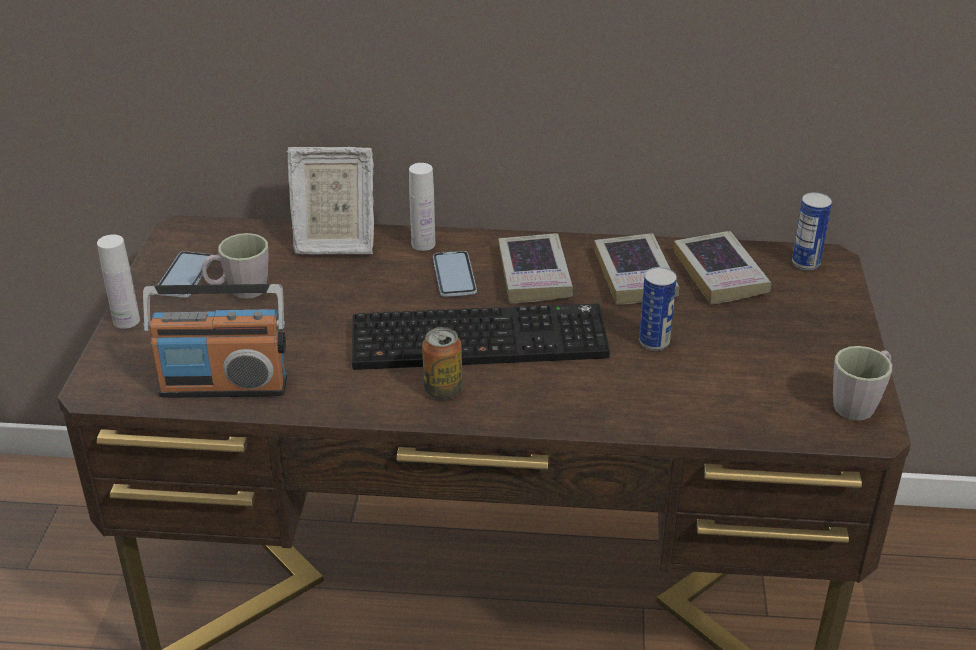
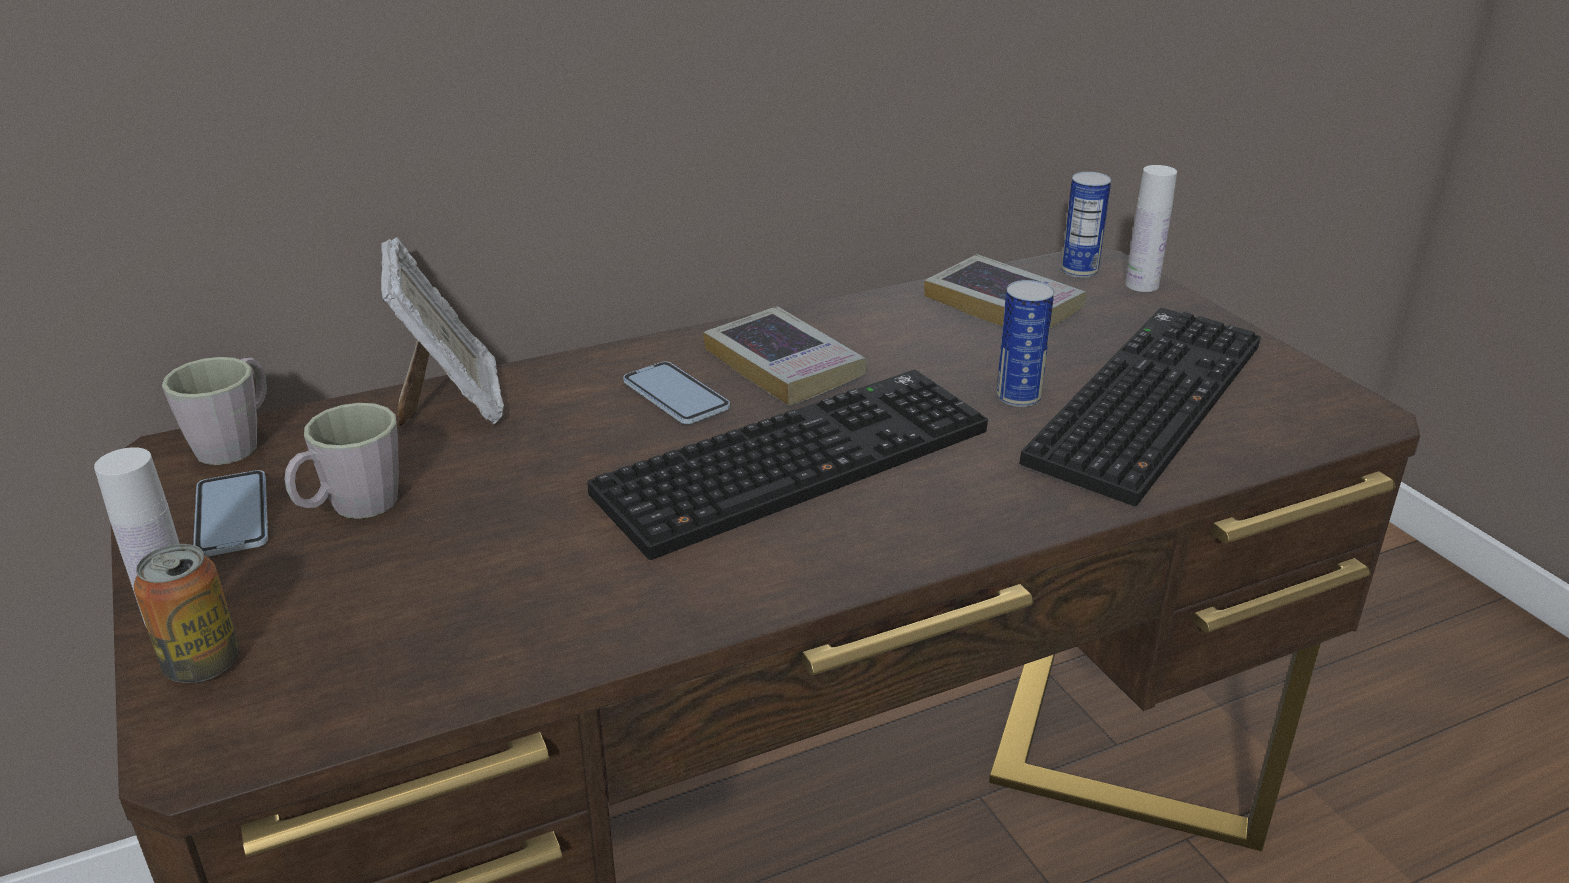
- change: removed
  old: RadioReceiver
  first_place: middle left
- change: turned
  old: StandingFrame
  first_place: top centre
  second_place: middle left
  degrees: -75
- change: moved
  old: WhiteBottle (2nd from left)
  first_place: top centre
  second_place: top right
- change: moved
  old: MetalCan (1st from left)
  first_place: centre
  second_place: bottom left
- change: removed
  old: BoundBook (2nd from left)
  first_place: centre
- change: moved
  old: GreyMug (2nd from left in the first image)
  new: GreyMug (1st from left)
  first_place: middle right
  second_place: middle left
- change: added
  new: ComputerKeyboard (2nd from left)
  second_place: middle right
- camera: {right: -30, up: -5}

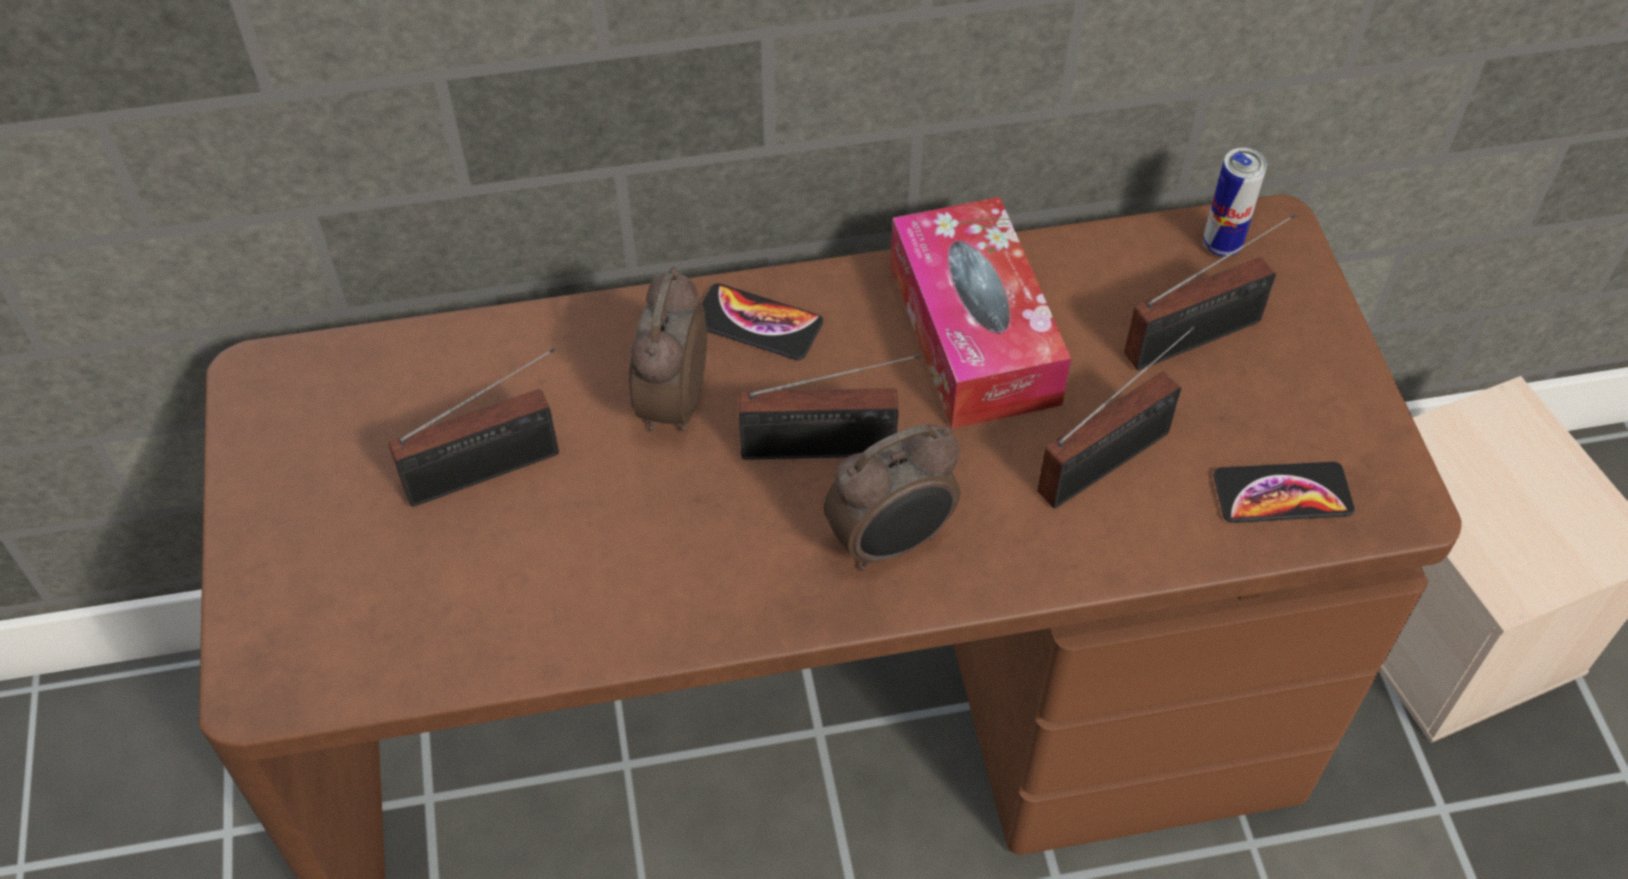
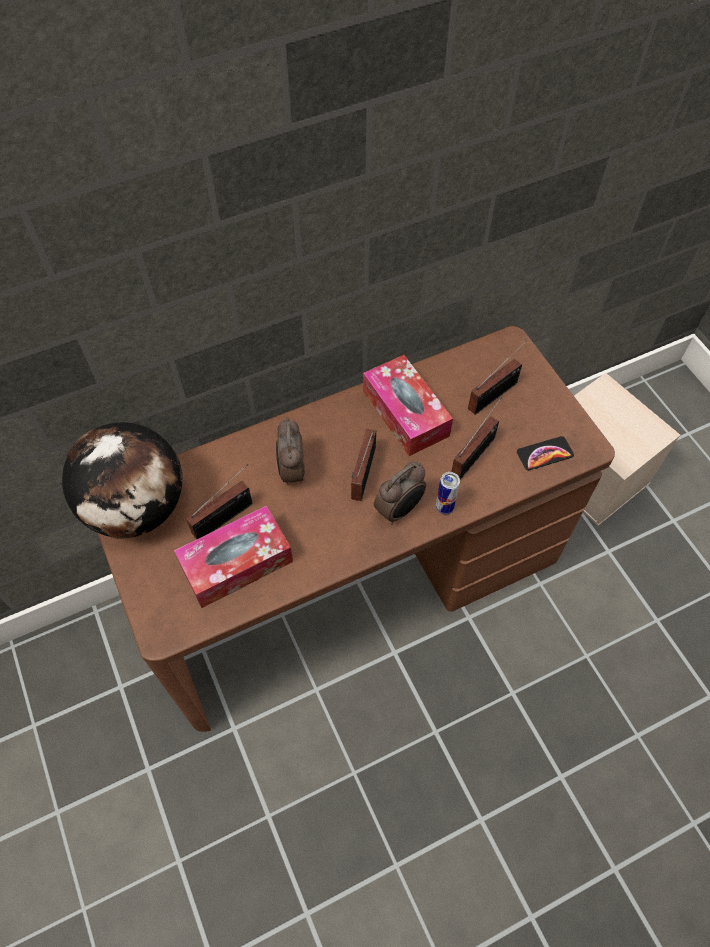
- change: removed
  old: Telephone (1st from left)
  first_place: centre
- change: turned
  old: RadioReceiver (2nd from left)
  first_place: centre
  second_place: centre
  degrees: 120
- change: moved
  old: MetalCan
  first_place: top right
  second_place: centre
- change: added
  new: WorldGlobe
  second_place: middle left
- change: added
  new: BoxOfTissues (1st from left)
  second_place: middle left
- camera: {right: -15, up: 5}

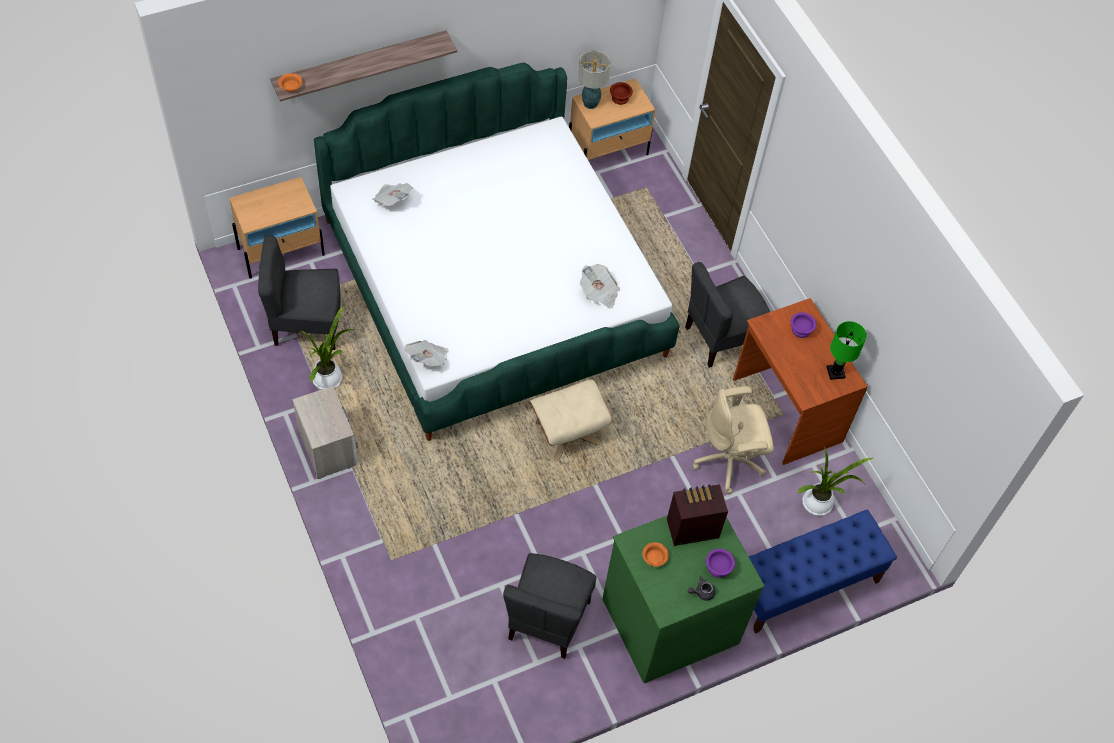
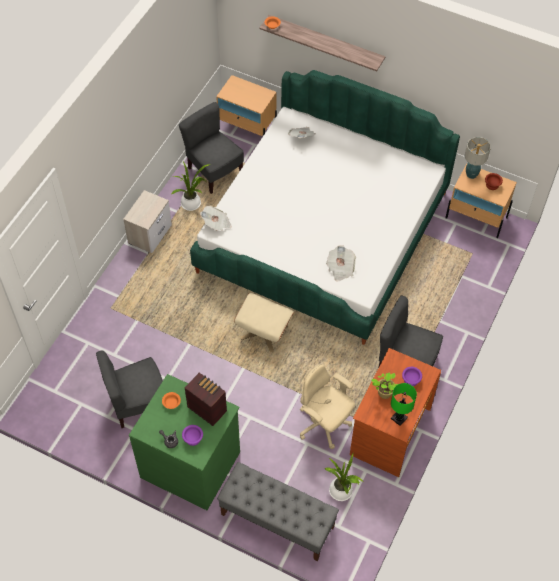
- change: recoloured
  old: BlueColouredBench
  new: GreyBench
  first_place: bottom right
  second_place: bottom centre
- change: added
  new: PottedPlant (3rd from left)
  second_place: middle right
- camera: {right: 55, up: 0}

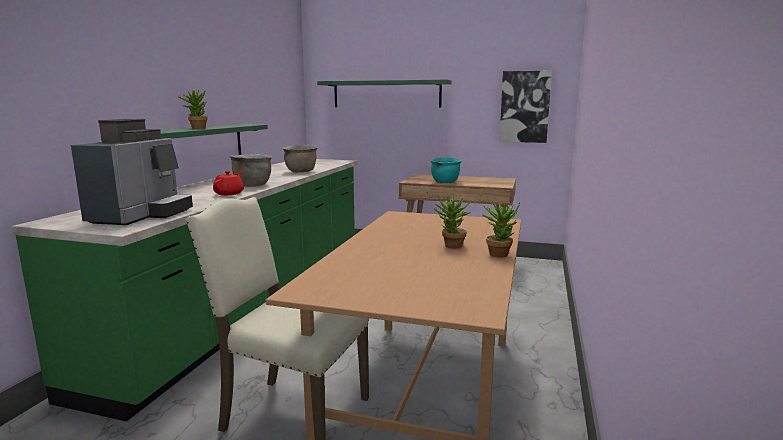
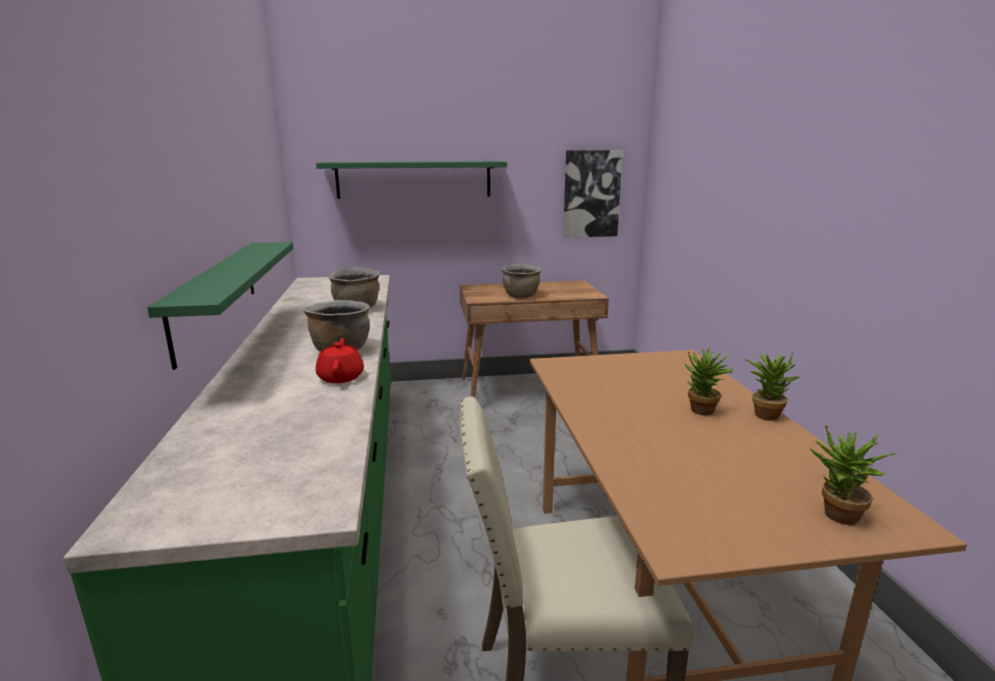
- change: removed
  old: CoffeeMachine
  first_place: middle left
- change: moved
  old: PottedPlant (1st from left in the first image)
  new: PottedPlant (3rd from left)
  first_place: top left
  second_place: bottom right
- change: recoloured
  old: BlueGreenCookingPot
  new: BrownCookingPot (3rd from left)
  first_place: centre
  second_place: centre
- camera: {right: -25, up: 5}

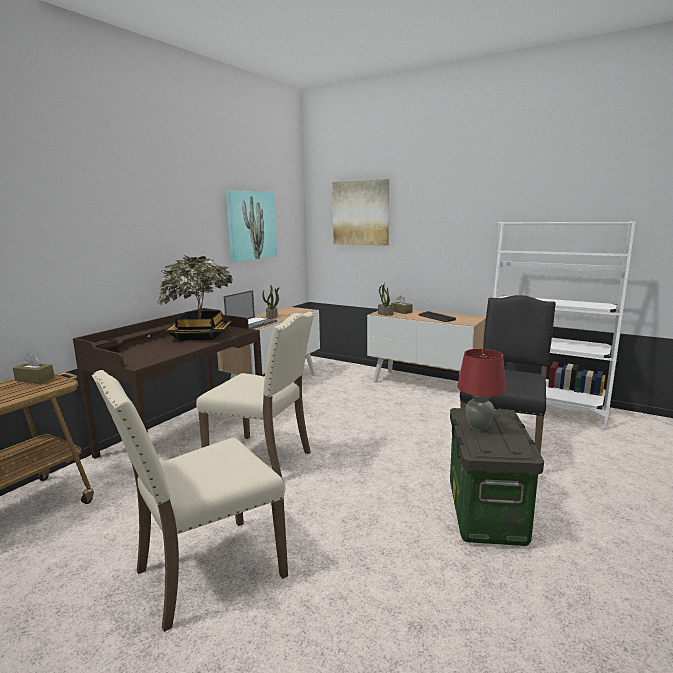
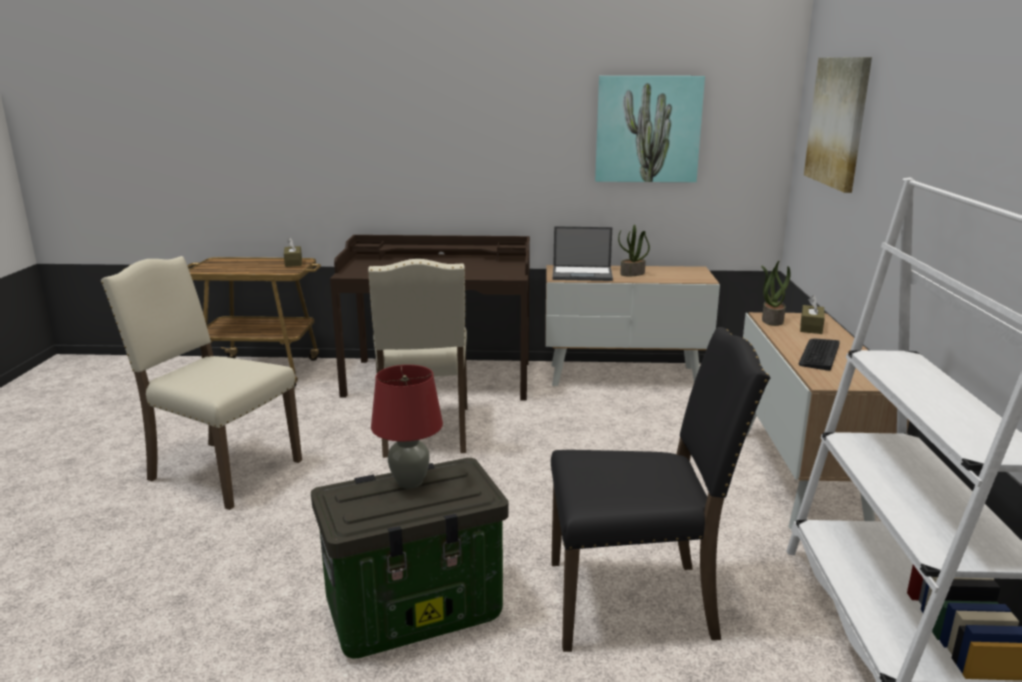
- change: removed
  old: PottedPlant (1st from left)
  first_place: middle left
- camera: {right: 60, up: 5}

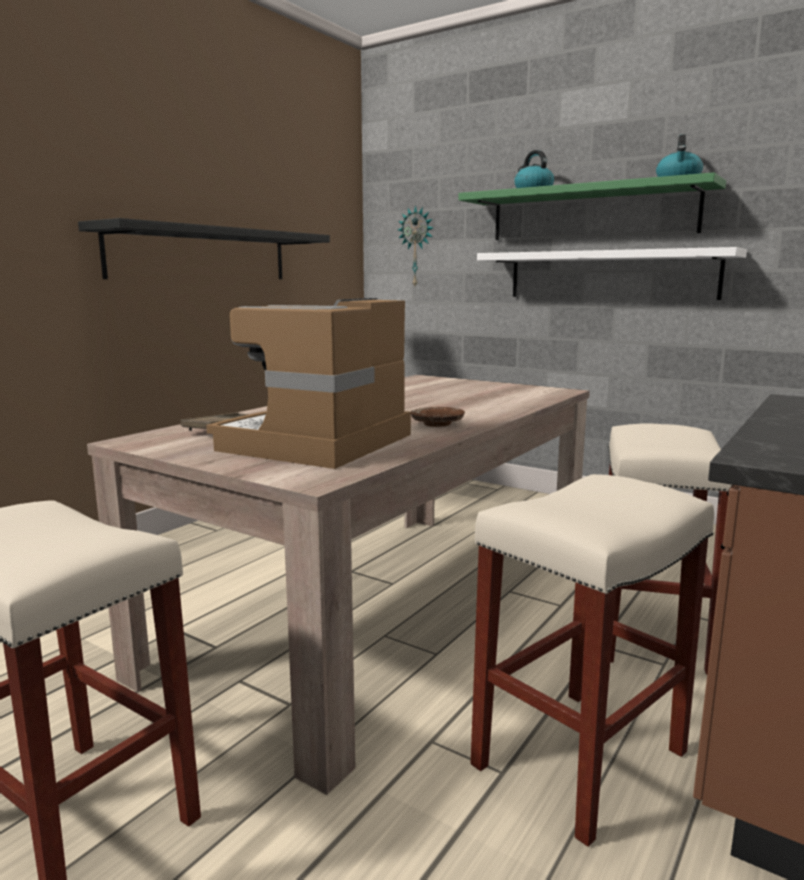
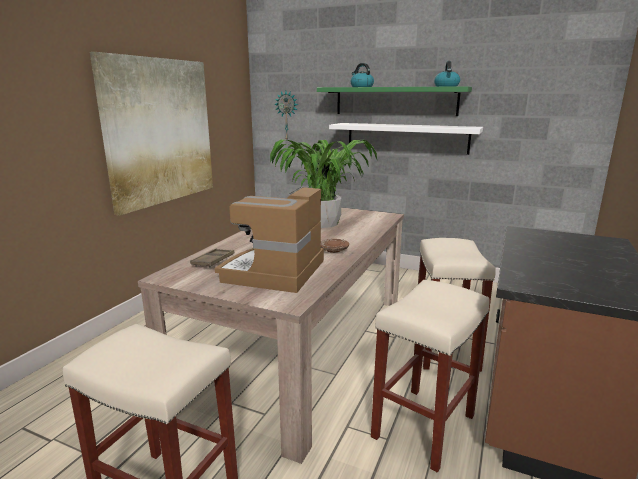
- change: replaced
  old: BlackColouredWallShelf
  new: Picture
  first_place: top left
  second_place: top left
- change: added
  new: PottedPlant
  second_place: centre
- camera: {right: -10, up: 5}

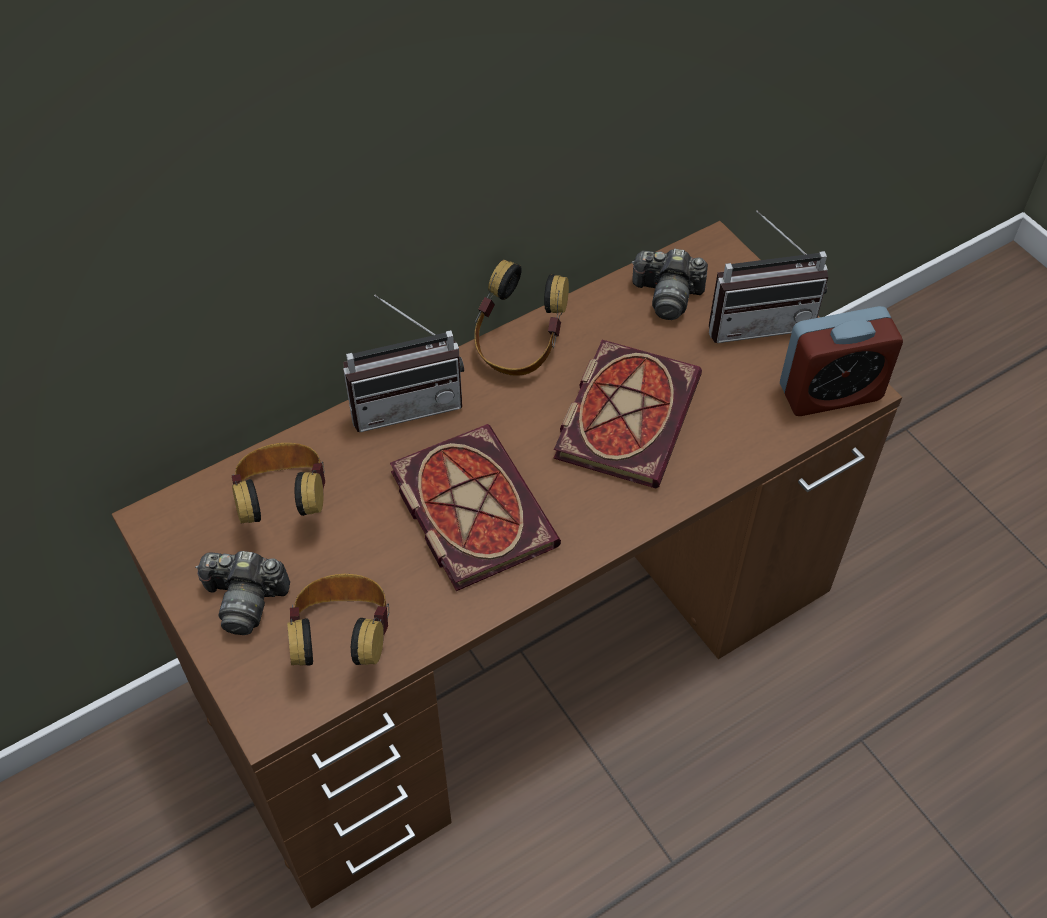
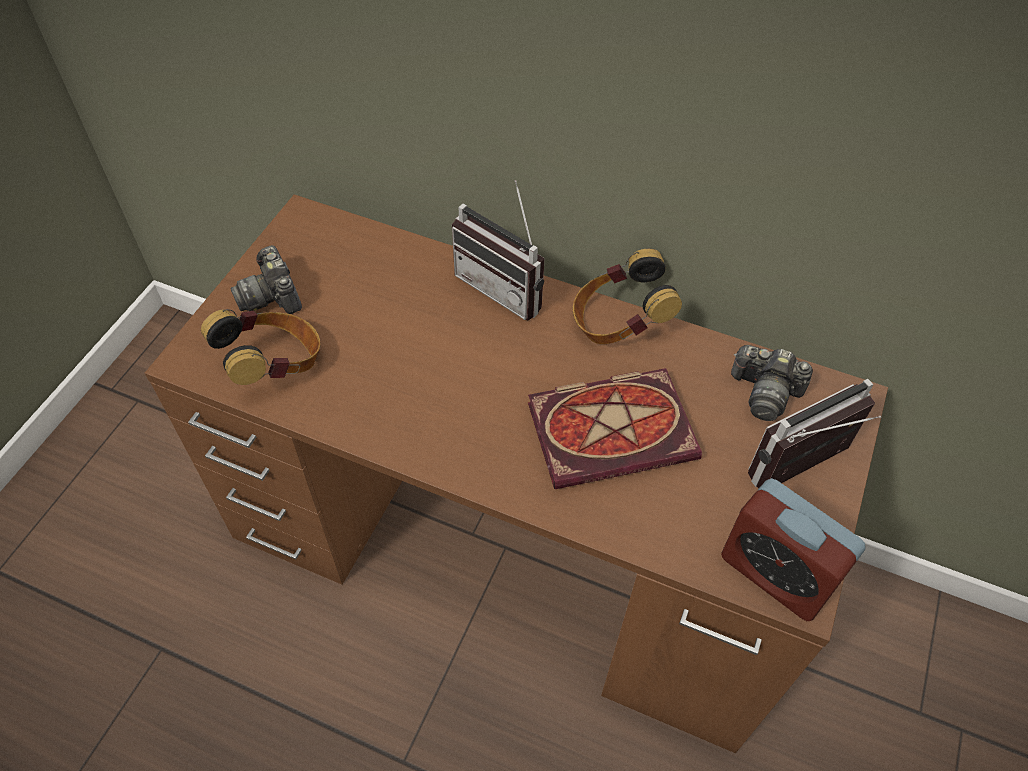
- change: removed
  old: Headphones (1st from left)
  first_place: middle left
- change: removed
  old: BoundBook (1st from left)
  first_place: centre
- change: turned
  old: PhotoCamera (2nd from left)
  first_place: top centre
  second_place: middle right
  degrees: -45
- change: turned
  old: RadioReceiver (2nd from left)
  first_place: top right
  second_place: middle right
  degrees: 105
- camera: {right: 55, up: 0}

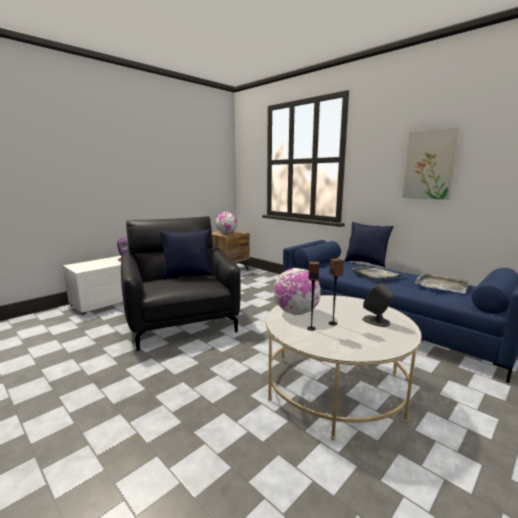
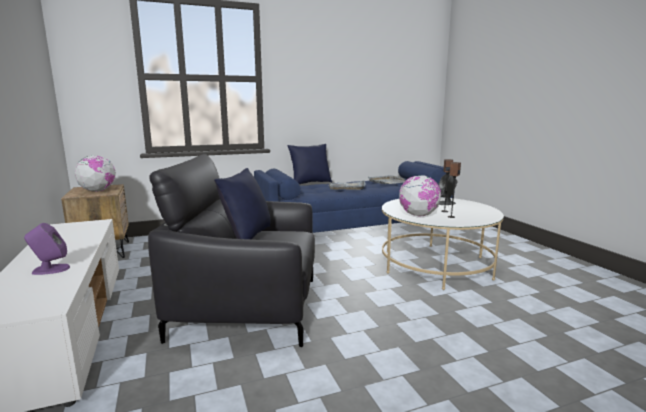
- change: removed
  old: Picture
  first_place: top right
- camera: {right: -65, up: 0}

